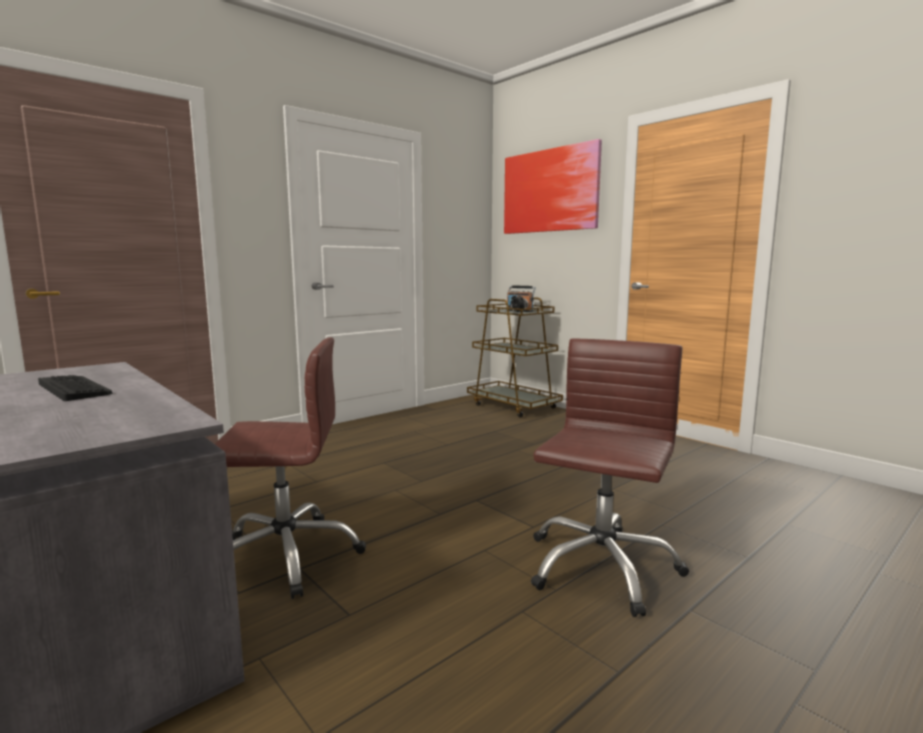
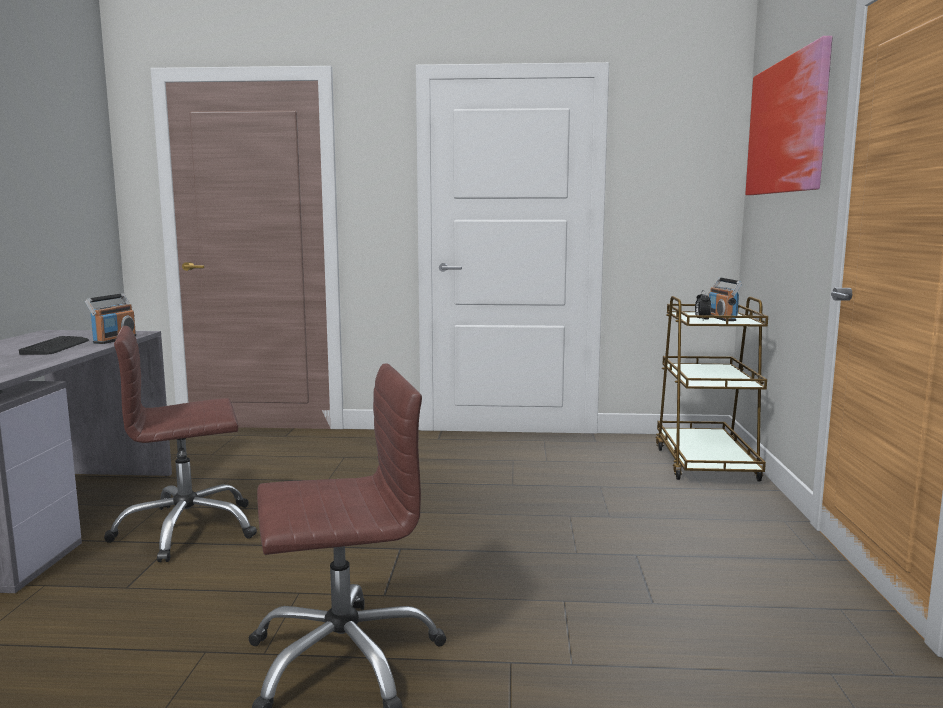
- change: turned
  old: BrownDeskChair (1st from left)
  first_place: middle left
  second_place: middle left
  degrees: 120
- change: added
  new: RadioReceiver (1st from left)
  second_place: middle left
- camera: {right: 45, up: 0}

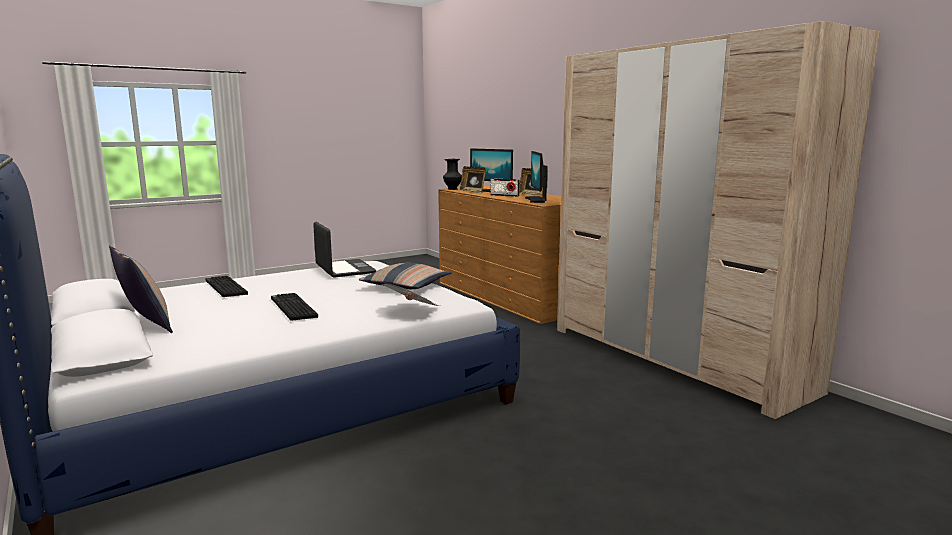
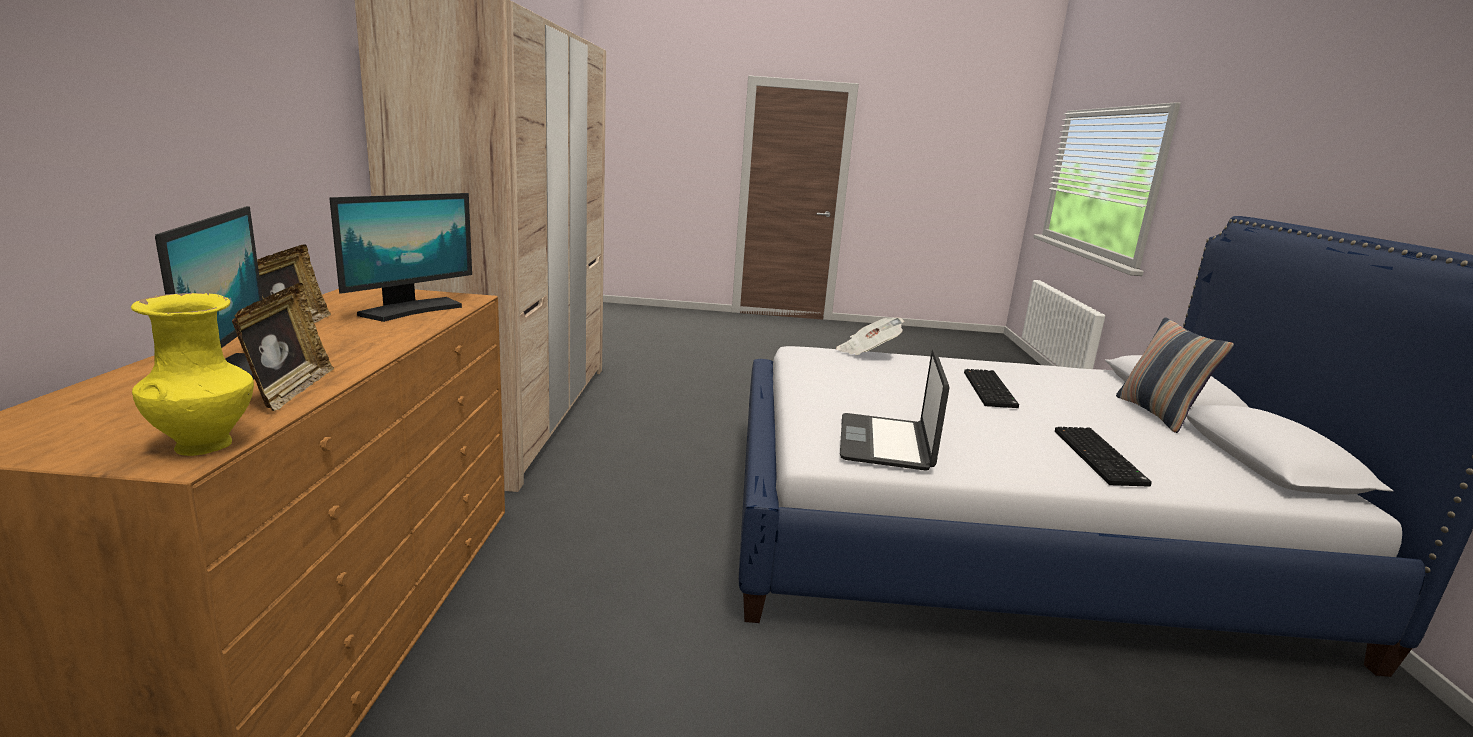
- change: removed
  old: Cushion (2nd from left)
  first_place: centre
- change: recoloured
  old: BlackColouredVase
  new: YellowColouredVase
  first_place: top centre
  second_place: middle left
- change: removed
  old: RadioReceiver
  first_place: centre
- camera: {right: -145, up: 5}

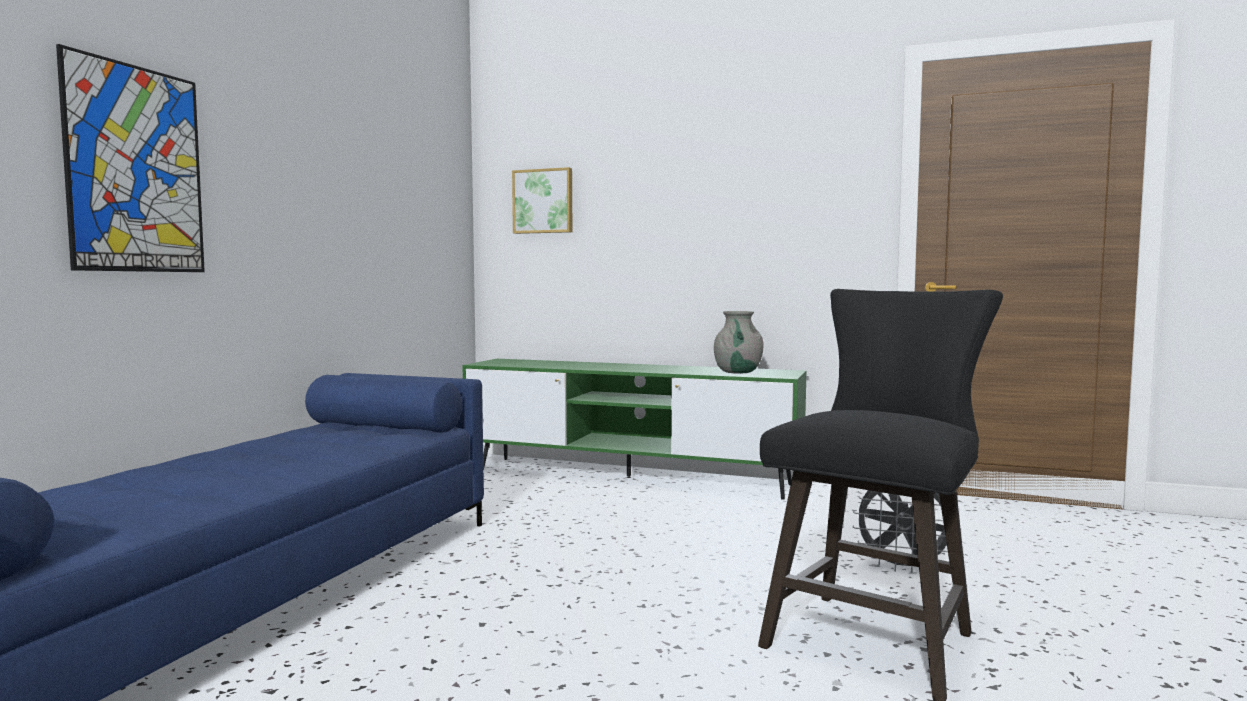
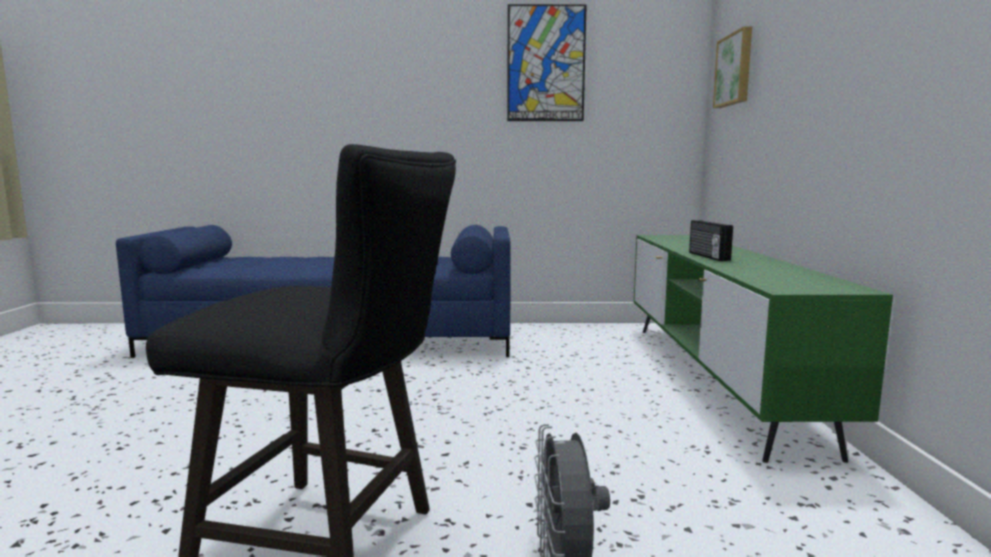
- change: moved
  old: Picture (1st from left)
  first_place: top left
  second_place: top centre
- change: removed
  old: GreyVase
  first_place: centre
- change: added
  new: RadioReceiver
  second_place: middle right
- camera: {right: 70, up: 5}

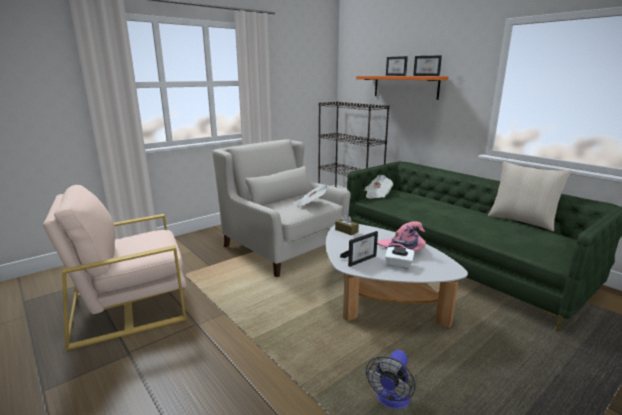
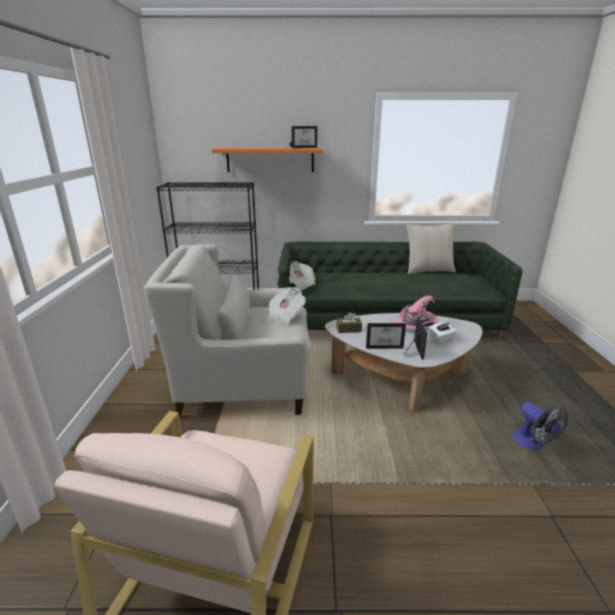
- change: moved
  old: StandingFrame (2nd from left)
  first_place: top centre
  second_place: centre
- camera: {right: -50, up: 5}

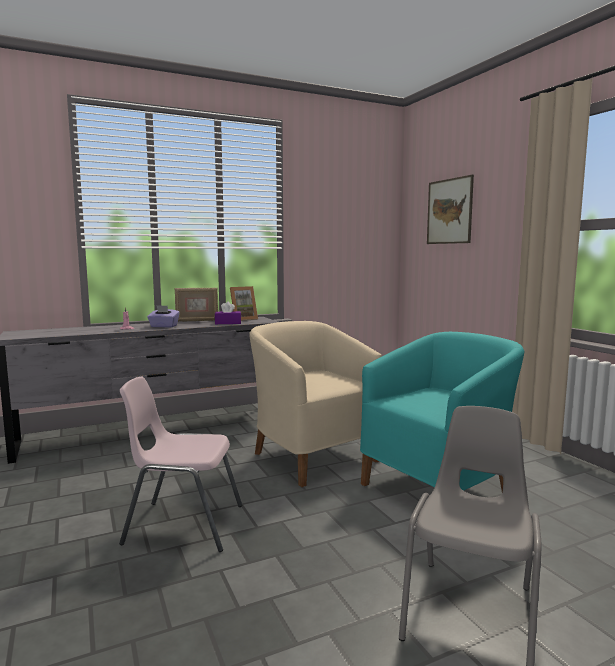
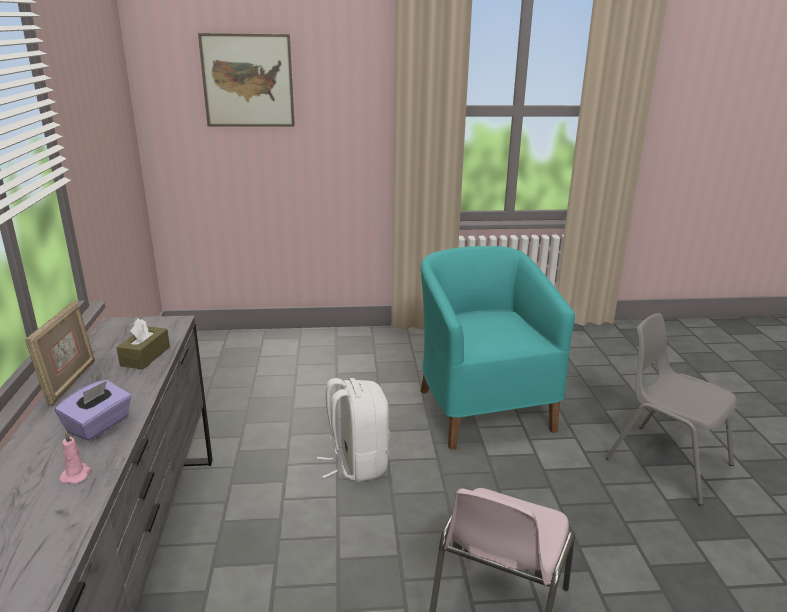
- change: recoloured
  old: PurpleColouredBoxOfTissues (2nd from left)
  new: BrownBoxOfTissues
  first_place: centre
  second_place: middle left
- change: removed
  old: StandingFrame (2nd from left)
  first_place: centre
- change: replaced
  old: BeigeColouredLoungeChair
  new: WhiteBackpack
  first_place: centre
  second_place: bottom centre
- camera: {right: -70, up: 15}

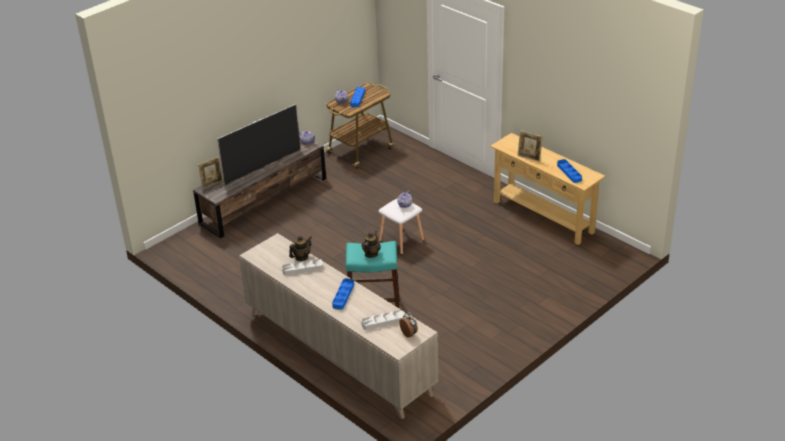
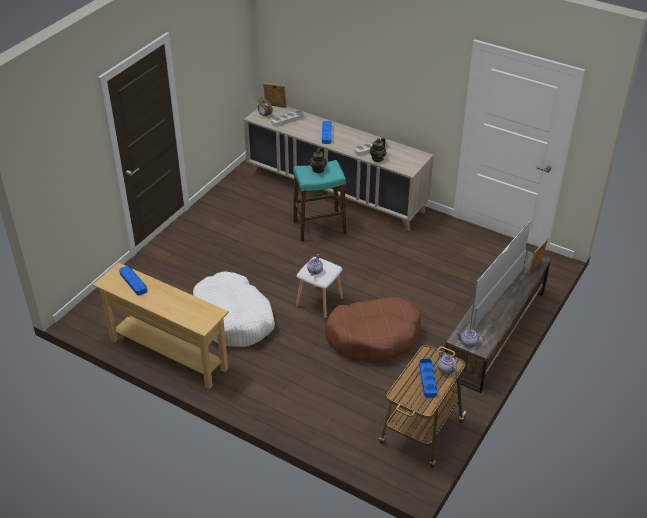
- change: moved
  old: StandingFrame (2nd from left in the first image)
  new: StandingFrame (1st from left)
  first_place: top right
  second_place: top centre
- change: added
  new: WhiteDogBed
  second_place: centre
- change: added
  new: BrownDogBed
  second_place: centre
- camera: {right: 165, up: 5}

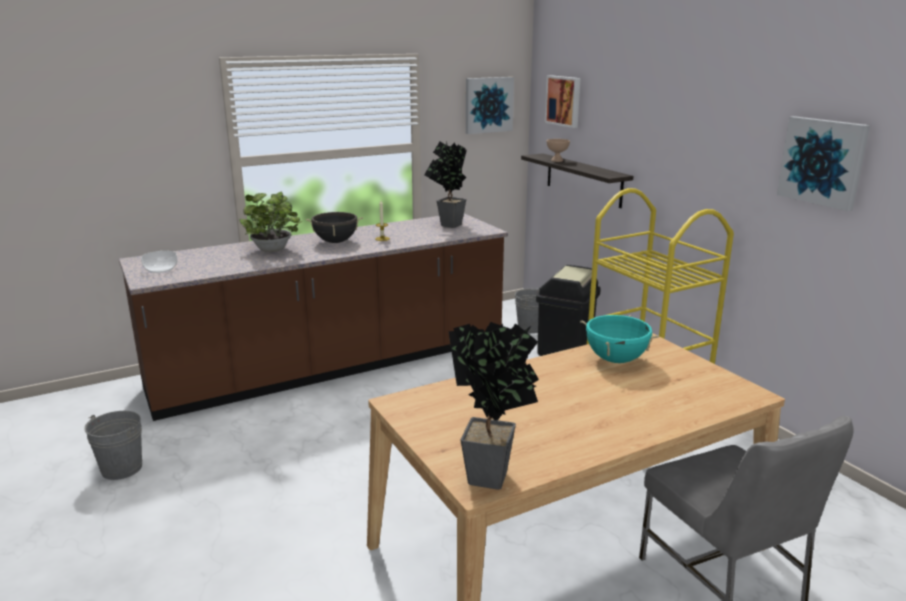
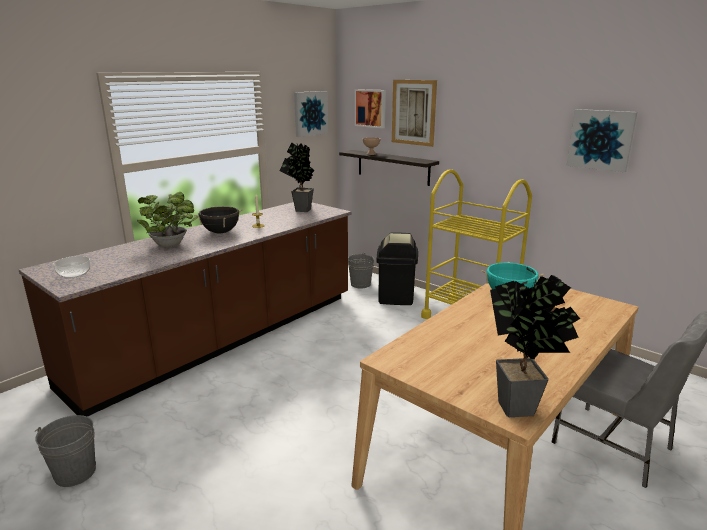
- change: added
  new: Picture (3rd from left)
  second_place: top centre
- camera: {right: -20, up: 0}

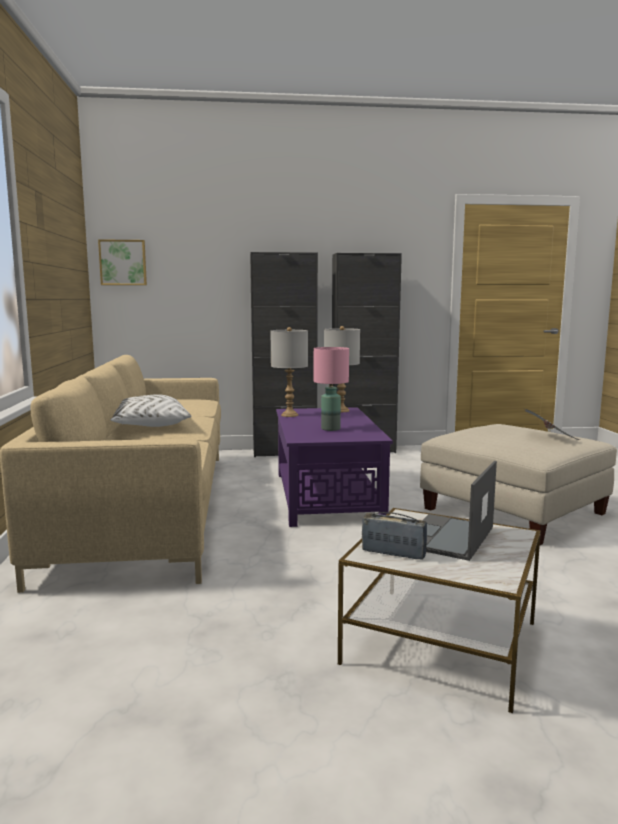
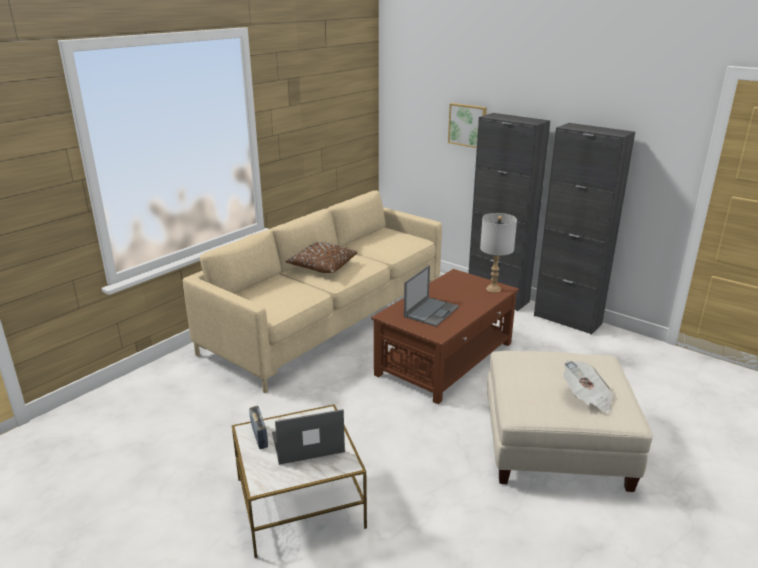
- change: moved
  old: Picture
  first_place: top left
  second_place: top centre
- change: recoloured
  old: WhiteCushion
  new: BrownCushion
  first_place: middle left
  second_place: centre
- change: removed
  old: GreyTableLamp (1st from left)
  first_place: centre
- change: recoloured
  old: PurpleColouredCoffeeTable
  new: BrownCoffeeTable
  first_place: centre
  second_place: centre
- change: replaced
  old: PinkColouredTableLamp
  new: PortableComputer (2nd from left)
  first_place: centre
  second_place: centre
- camera: {right: 45, up: 15}

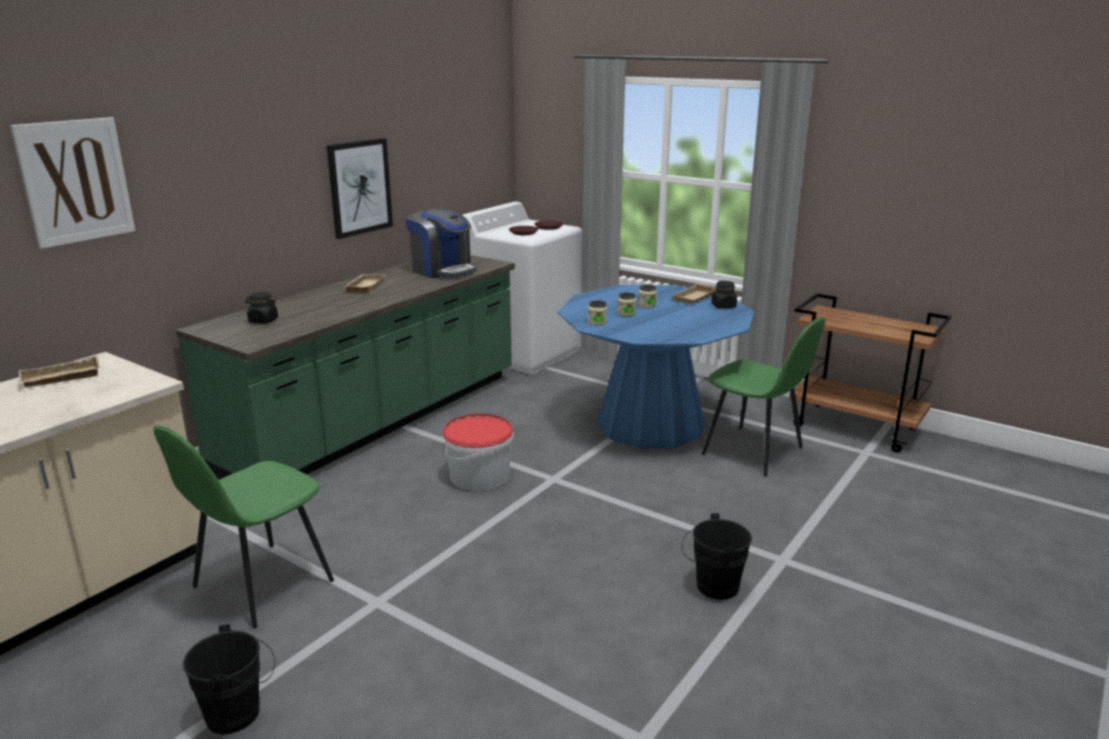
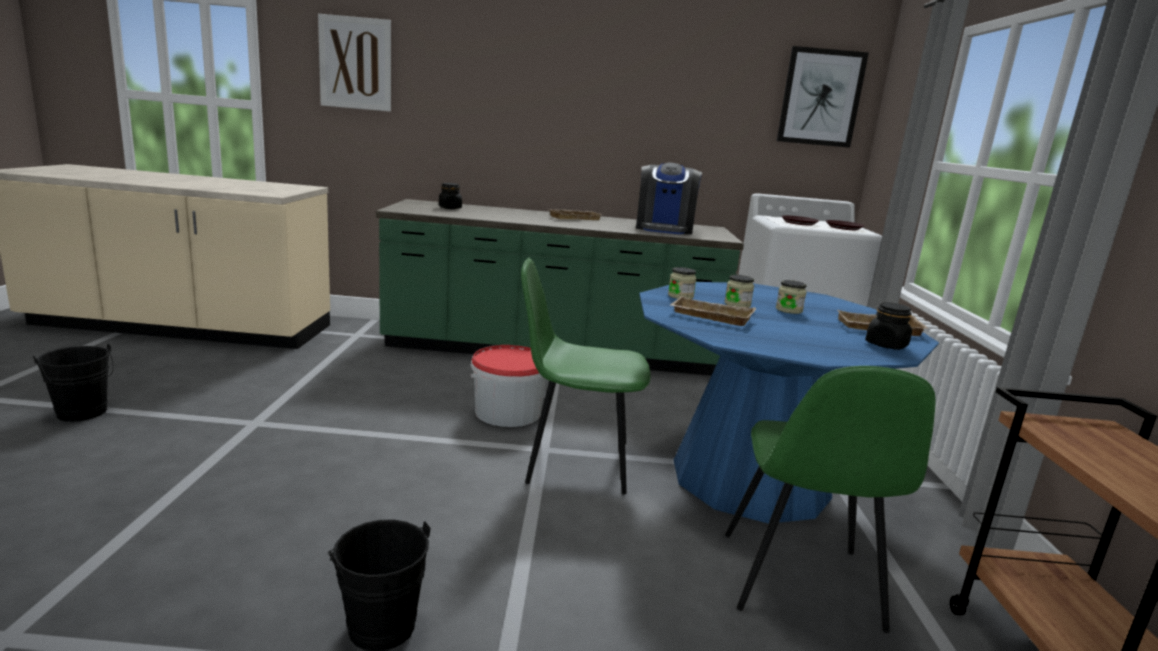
- change: moved
  old: BeigeColouredServingTray (1st from left in the first image)
  new: BeigeColouredServingTray (2nd from left)
  first_place: middle left
  second_place: centre
- change: moved
  old: GreenChair (1st from left)
  first_place: bottom left
  second_place: centre
- change: moved
  old: Picture (2nd from left)
  first_place: top left
  second_place: top right
- camera: {right: 55, up: -5}

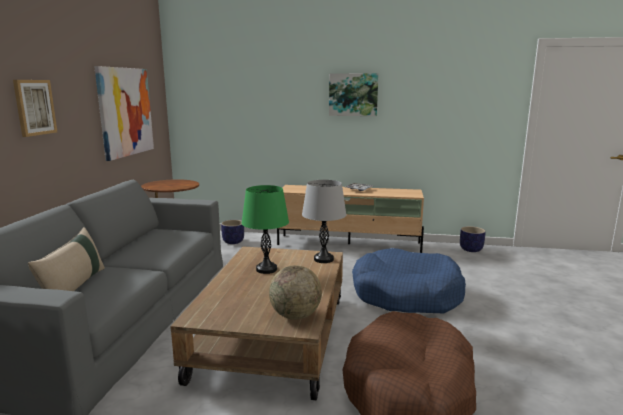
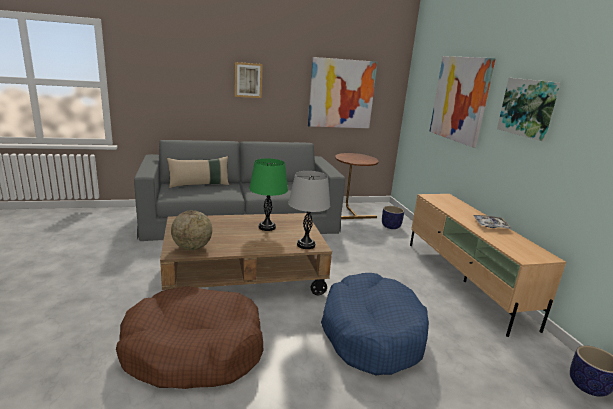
- change: added
  new: Picture (3rd from left)
  second_place: top right
- camera: {right: 65, up: 5}

